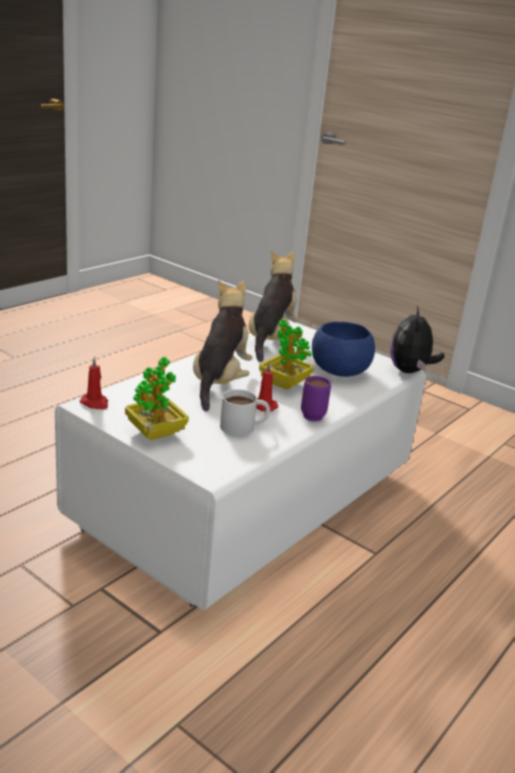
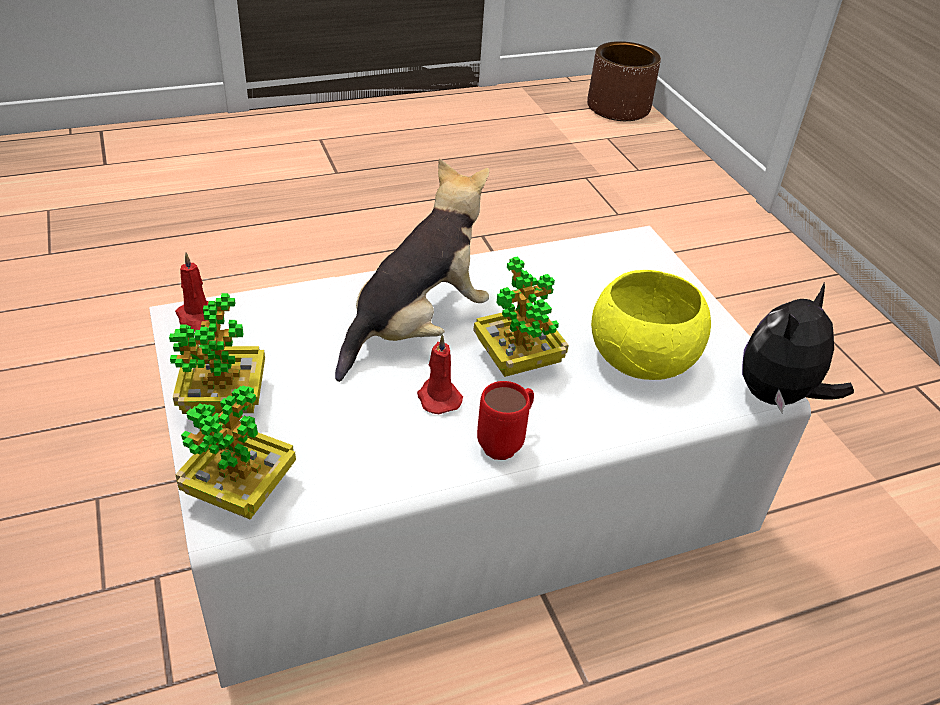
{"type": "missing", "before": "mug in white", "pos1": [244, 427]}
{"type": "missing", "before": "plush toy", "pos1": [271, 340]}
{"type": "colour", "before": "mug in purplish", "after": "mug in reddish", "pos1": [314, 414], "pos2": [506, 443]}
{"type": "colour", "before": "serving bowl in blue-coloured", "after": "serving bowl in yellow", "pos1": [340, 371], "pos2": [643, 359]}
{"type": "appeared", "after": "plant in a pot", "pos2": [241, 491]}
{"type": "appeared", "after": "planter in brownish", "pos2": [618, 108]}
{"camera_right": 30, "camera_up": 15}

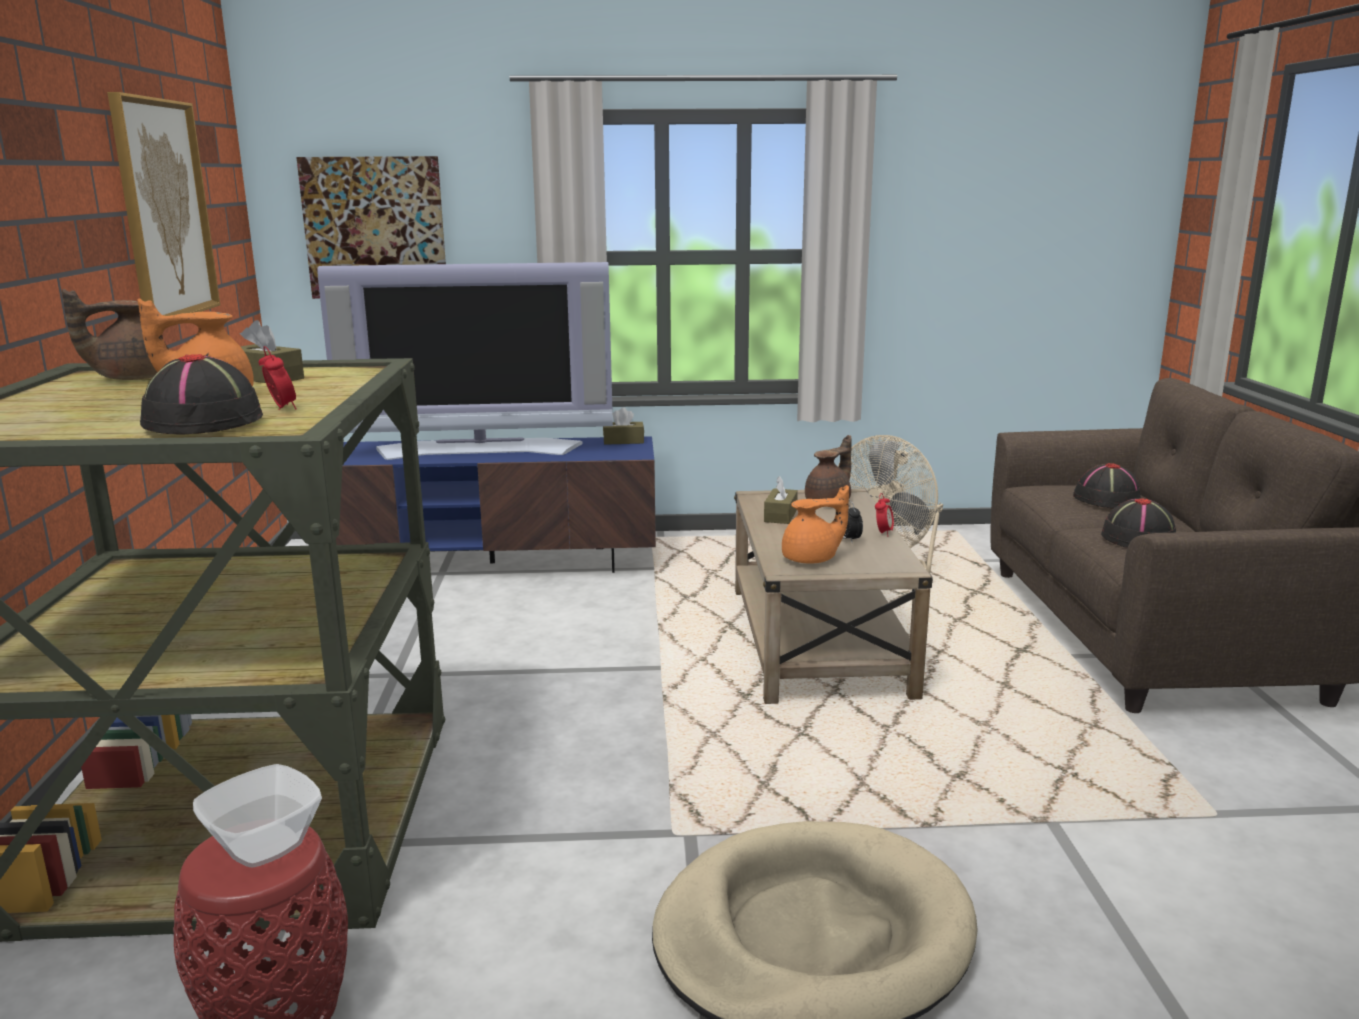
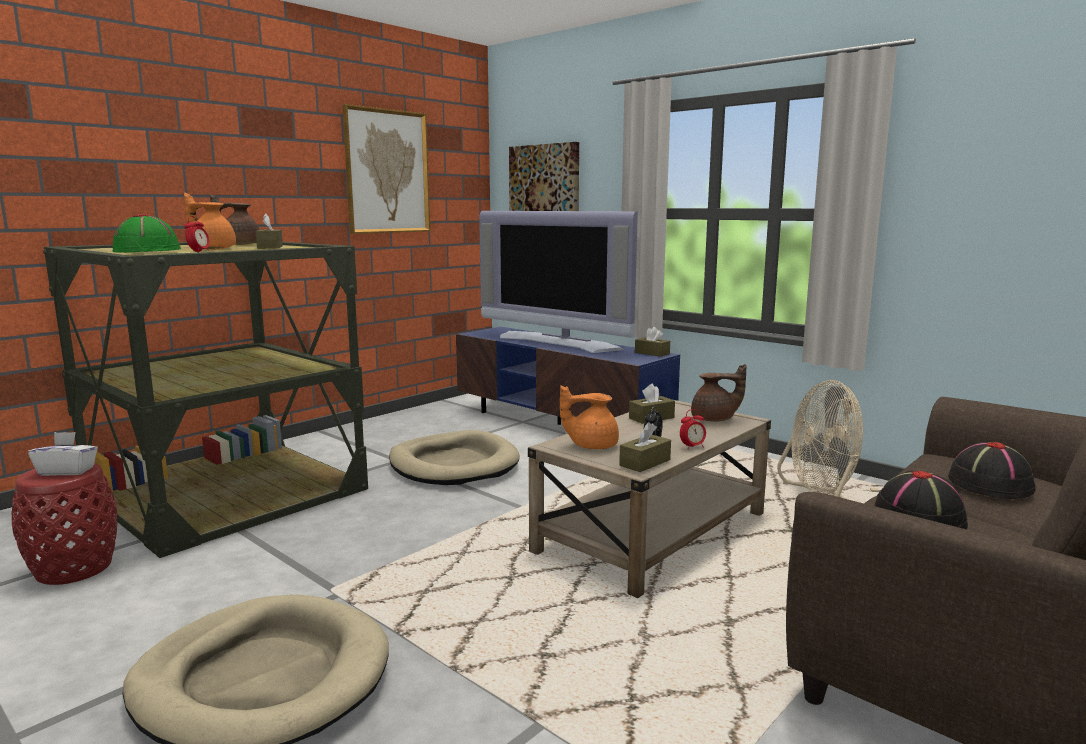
{"type": "colour", "before": "clothing hat in blackish", "after": "clothing hat in green", "pos1": [204, 421], "pos2": [147, 250]}
{"type": "exchanged", "before": "serving bowl", "after": "box of tissues in white", "pos1": [263, 847], "pos2": [67, 471]}
{"type": "spun", "before": "teapot in orangey", "pos1": [812, 559], "pos2": [591, 445], "turn": 150}
{"type": "appeared", "after": "dog bed in sand-coloured", "pos2": [454, 464]}
{"type": "appeared", "after": "box of tissues in brownish", "pos2": [645, 463]}
{"camera_right": 45, "camera_up": -5}

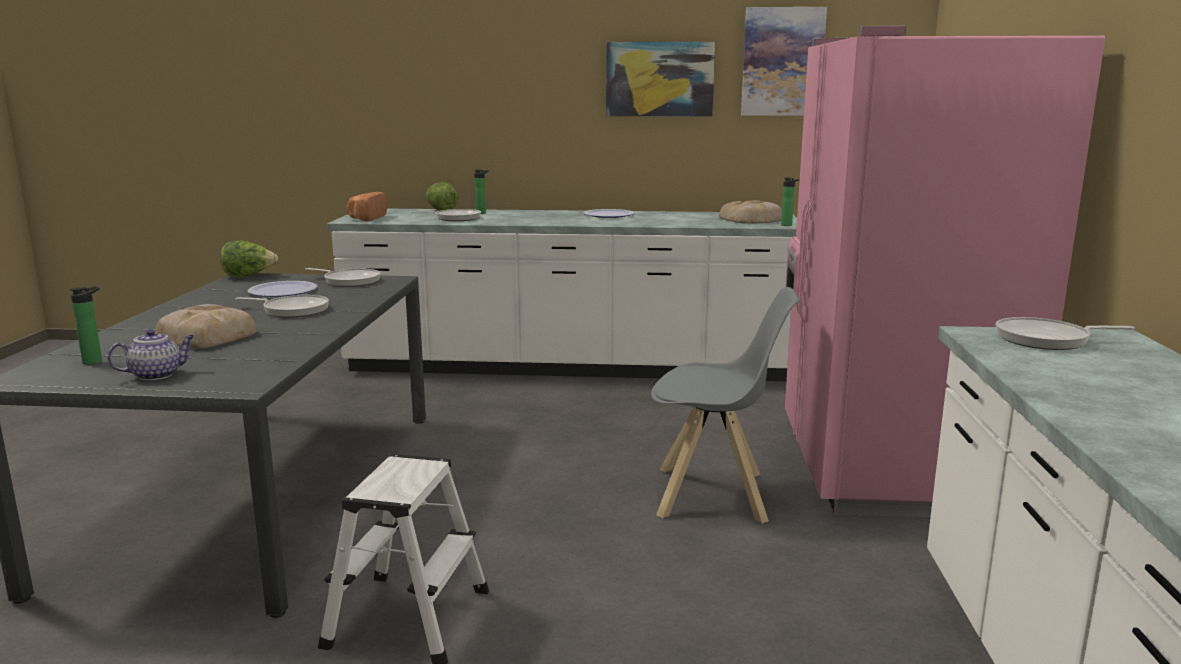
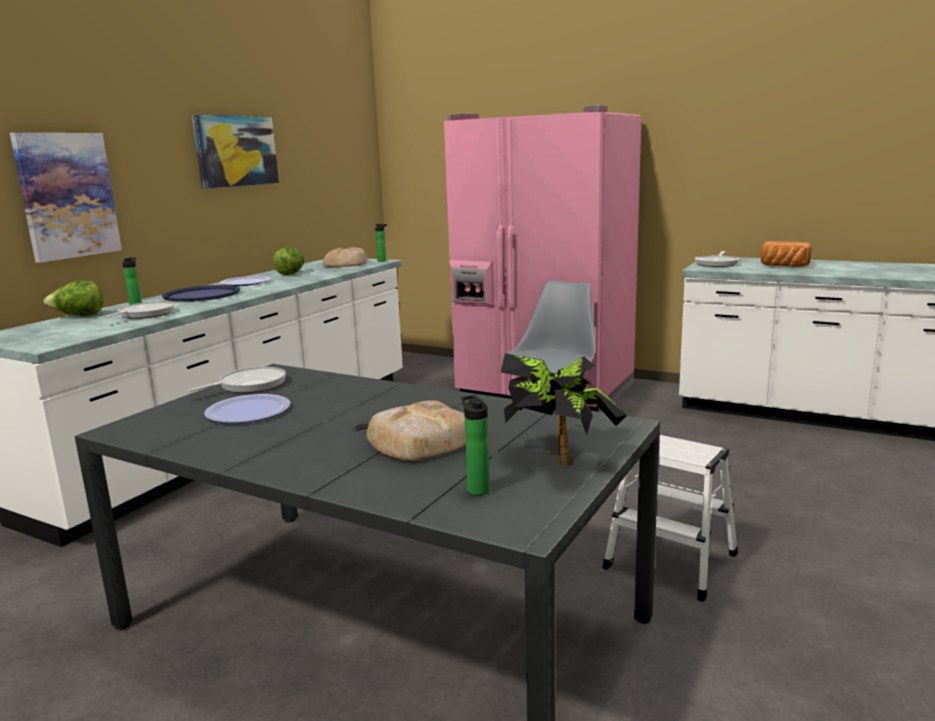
{"type": "exchanged", "before": "teapot", "after": "plant in a pot", "pos1": [157, 375], "pos2": [559, 457]}
{"type": "relocated", "before": "head of lettuce", "pos1": [249, 276], "pos2": [291, 274]}
{"type": "missing", "before": "frying pan", "pos1": [292, 310]}
{"type": "relocated", "before": "bread", "pos1": [366, 218], "pos2": [783, 266]}
{"type": "relocated", "before": "wall art", "pos1": [782, 62], "pos2": [67, 195]}
{"type": "appeared", "after": "tray in blue-coloured", "pos2": [202, 295]}
{"camera_right": -65, "camera_up": 0}

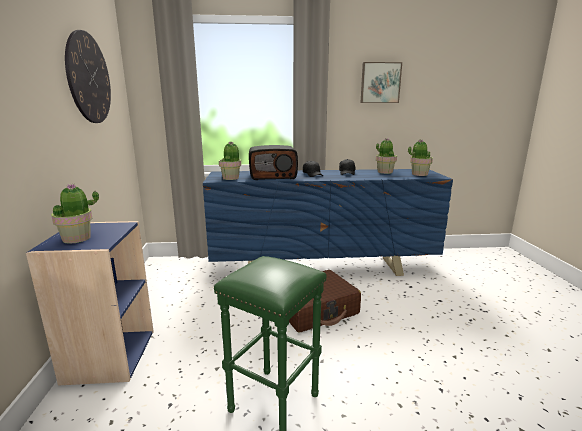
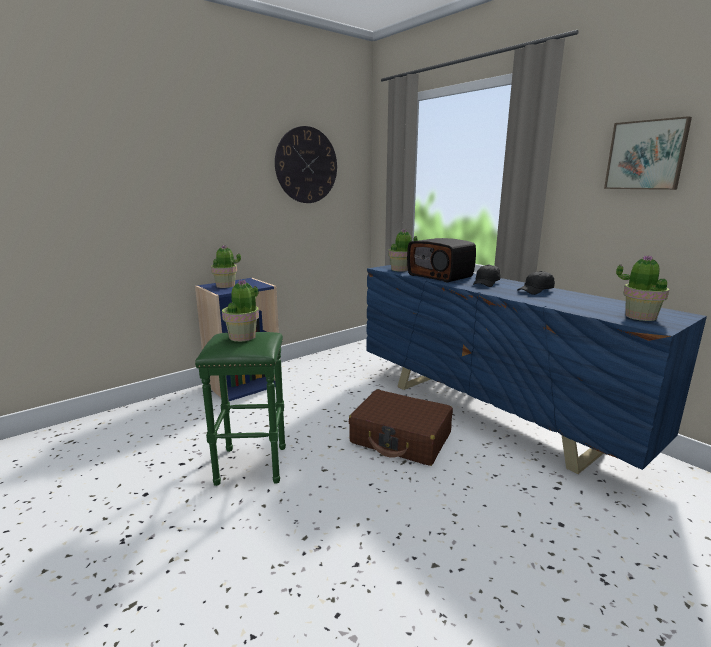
{"type": "relocated", "before": "plant in a pot", "pos1": [385, 172], "pos2": [243, 337]}
{"camera_right": 55, "camera_up": 0}

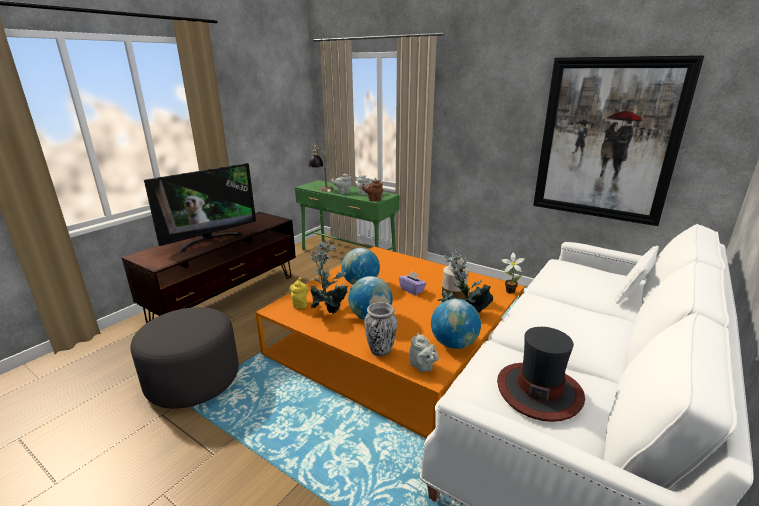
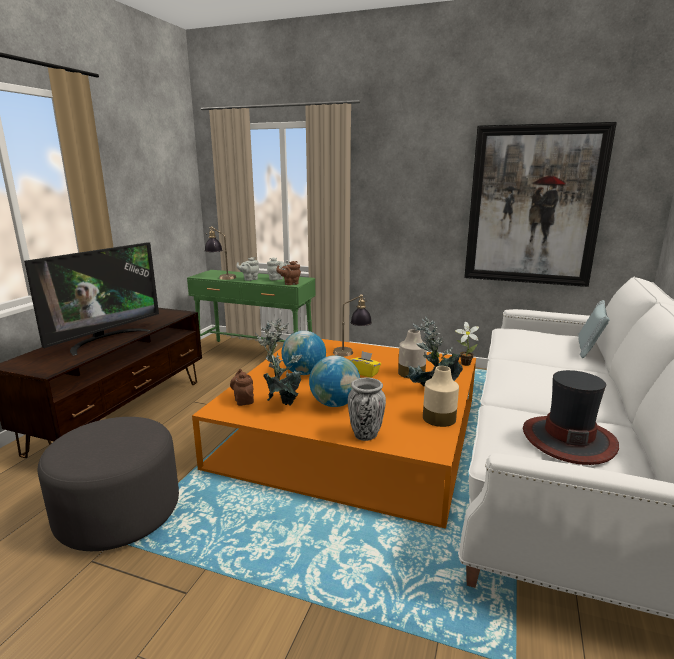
{"type": "colour", "before": "teapot in yellow", "after": "teapot in brownish", "pos1": [300, 303], "pos2": [243, 400]}
{"type": "colour", "before": "box of tissues in purplish", "after": "box of tissues in yellow", "pos1": [412, 290], "pos2": [365, 373]}
{"type": "missing", "before": "teapot in greyish", "pos1": [422, 367]}
{"type": "exchanged", "before": "desk globe", "after": "decorative vase in sand-coloured", "pos1": [454, 344], "pos2": [439, 418]}
{"type": "colour", "before": "cushion in white", "after": "cushion in blue-coloured", "pos1": [632, 293], "pos2": [589, 348]}
{"type": "appeared", "after": "lamp for a table", "pos2": [352, 352]}
{"camera_right": -15, "camera_up": -5}

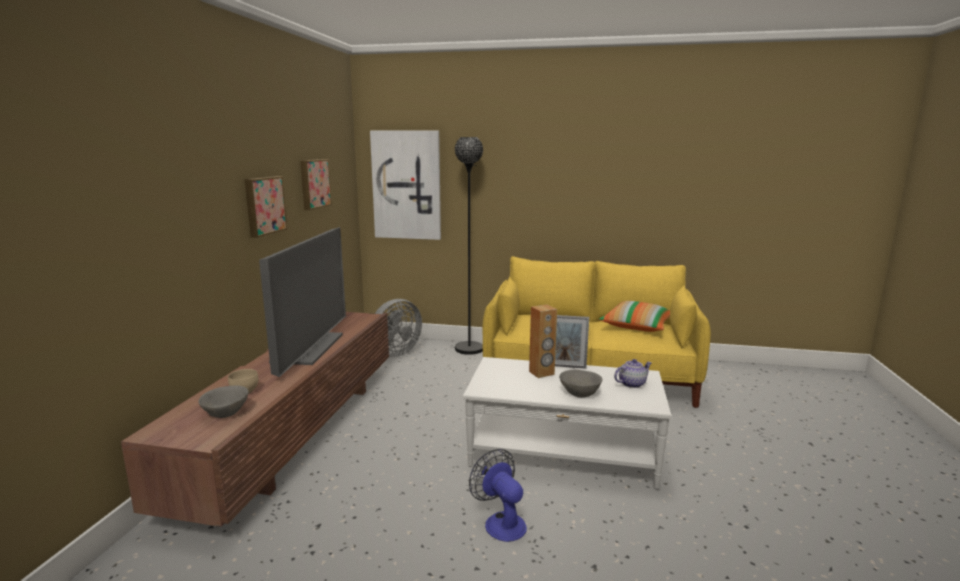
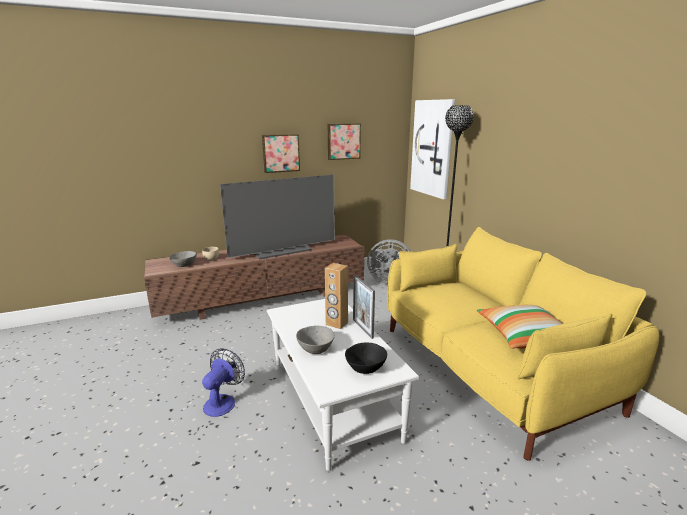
{"type": "exchanged", "before": "teapot", "after": "serving bowl in blackish", "pos1": [632, 384], "pos2": [365, 368]}
{"camera_right": 55, "camera_up": 5}

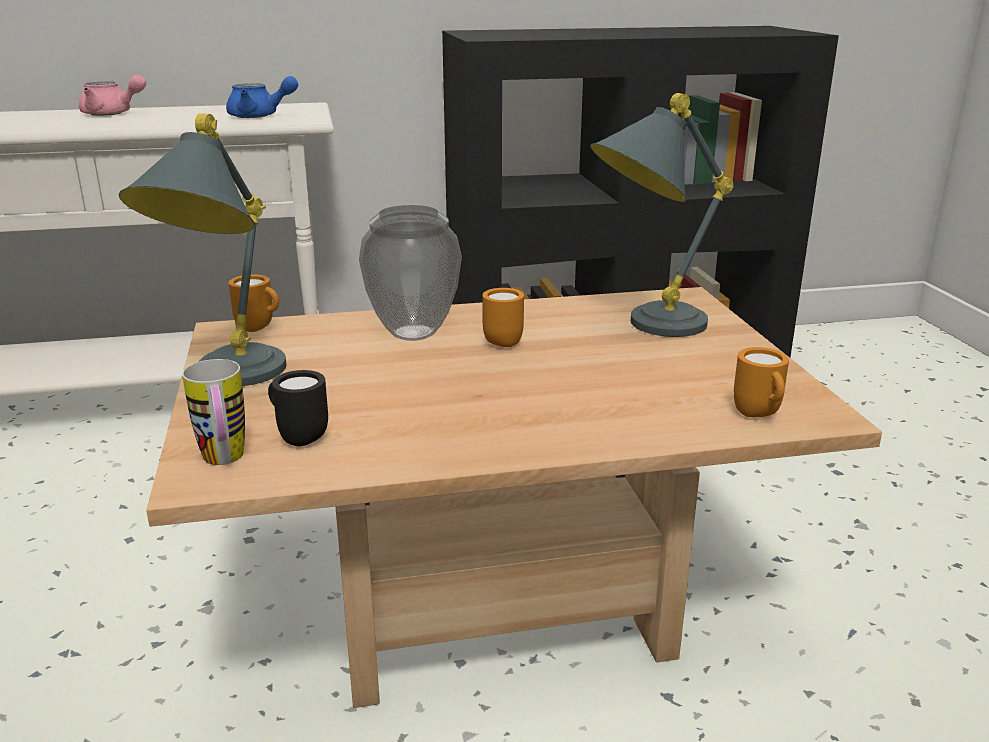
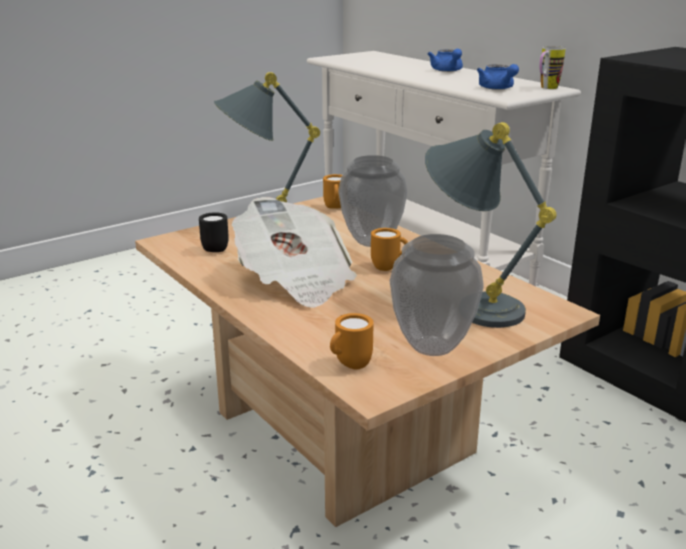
{"type": "colour", "before": "teapot in pink-coloured", "after": "teapot in blue-coloured", "pos1": [112, 114], "pos2": [447, 71]}
{"type": "relocated", "before": "mug", "pos1": [224, 462], "pos2": [546, 88]}
{"type": "appeared", "after": "printed paper", "pos2": [295, 281]}
{"type": "appeared", "after": "decorative vase", "pos2": [434, 348]}
{"camera_right": 65, "camera_up": 0}

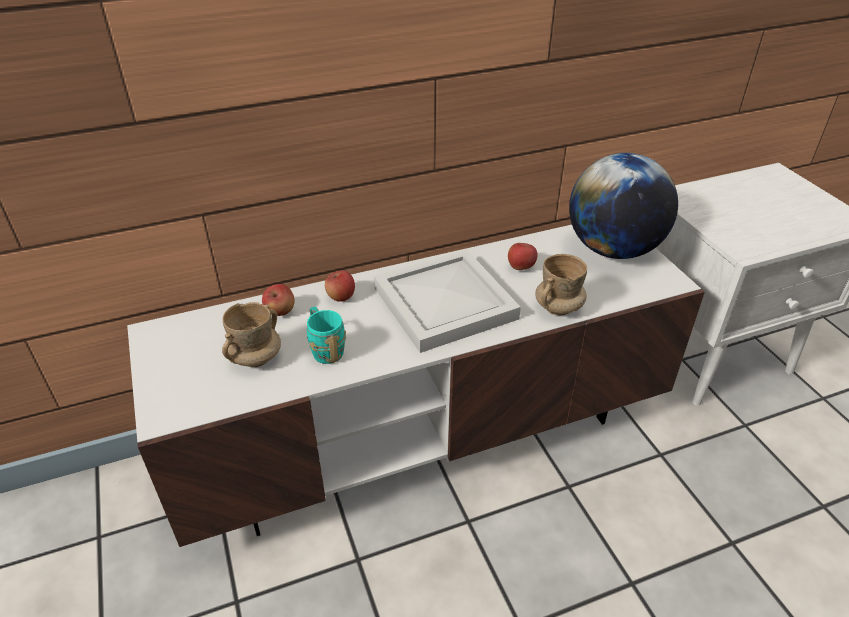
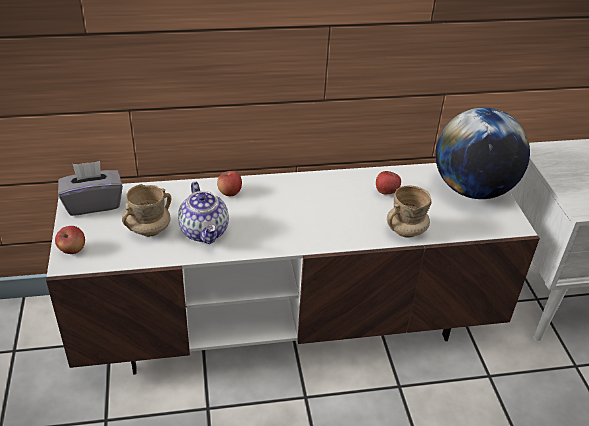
{"type": "relocated", "before": "apple", "pos1": [280, 311], "pos2": [72, 250]}
{"type": "exchanged", "before": "mug in turquoise", "after": "teapot", "pos1": [325, 349], "pos2": [205, 231]}
{"type": "missing", "before": "tray in white", "pos1": [444, 304]}
{"type": "appeared", "after": "box of tissues in greyish", "pos2": [93, 203]}
{"camera_right": 10, "camera_up": 0}

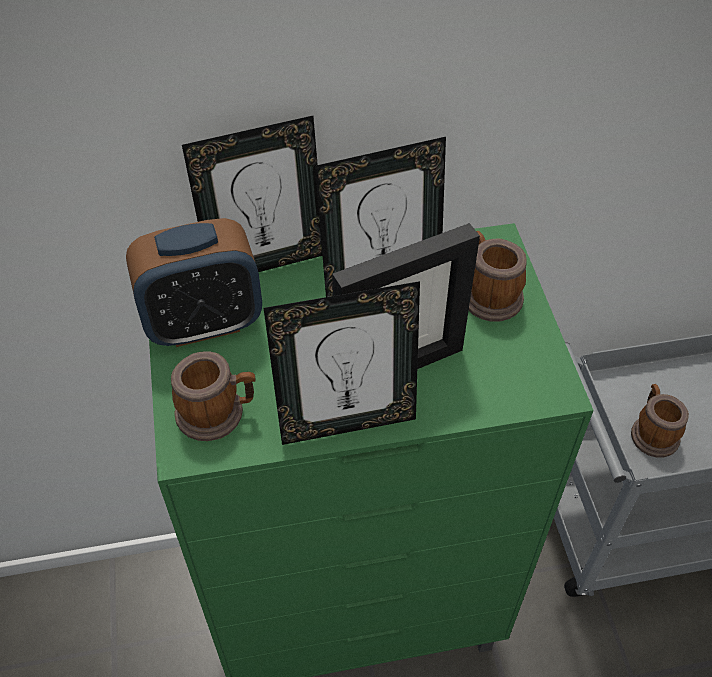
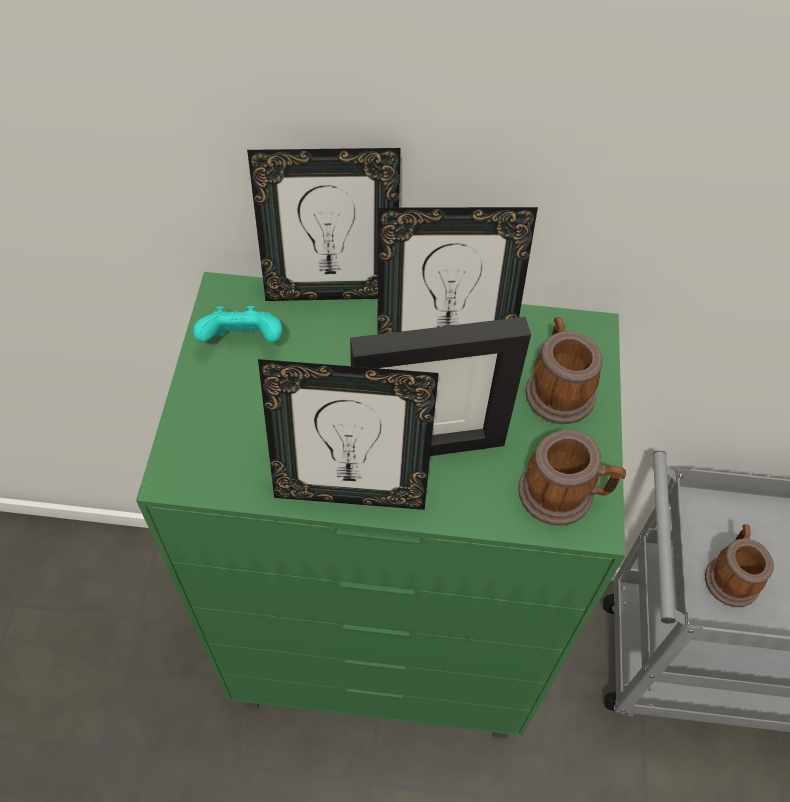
{"type": "exchanged", "before": "alarm clock", "after": "gamepad in turquoise", "pos1": [204, 323], "pos2": [243, 342]}
{"type": "relocated", "before": "mug", "pos1": [217, 412], "pos2": [564, 494]}
{"camera_right": 15, "camera_up": 5}

